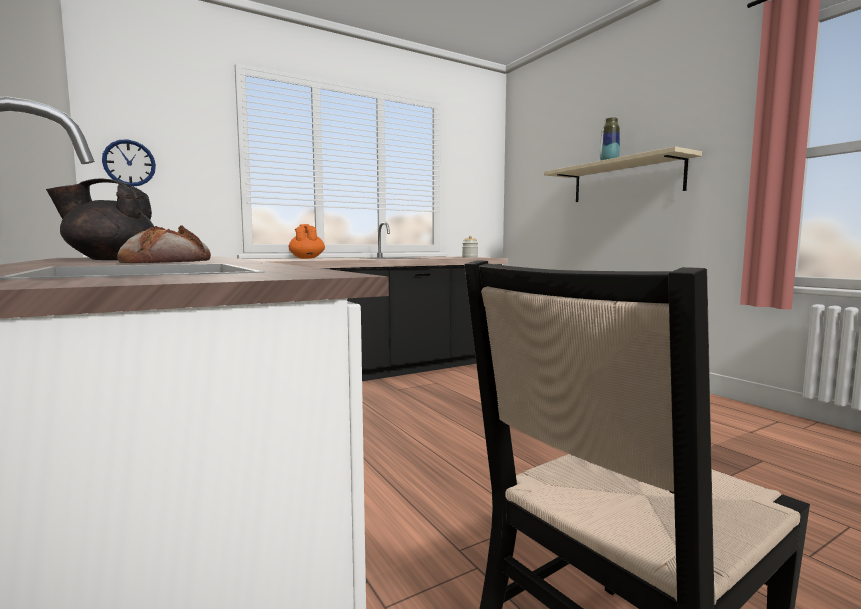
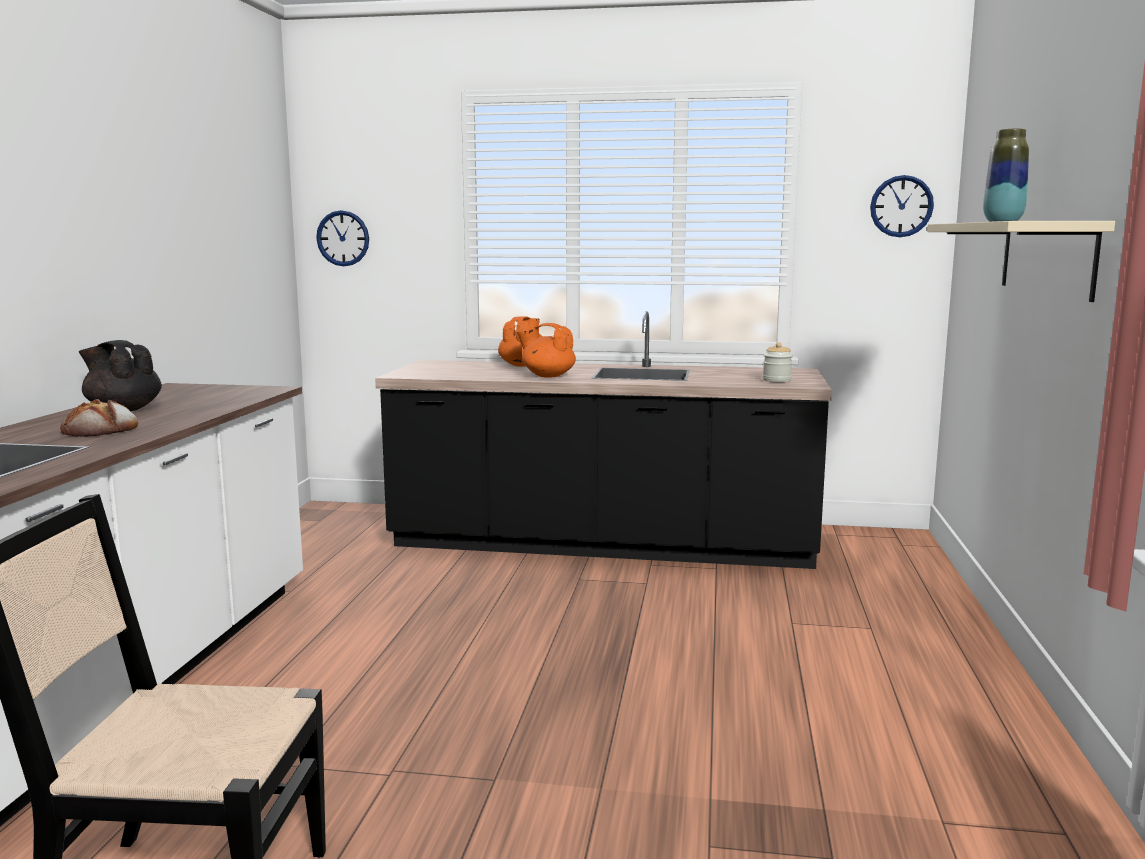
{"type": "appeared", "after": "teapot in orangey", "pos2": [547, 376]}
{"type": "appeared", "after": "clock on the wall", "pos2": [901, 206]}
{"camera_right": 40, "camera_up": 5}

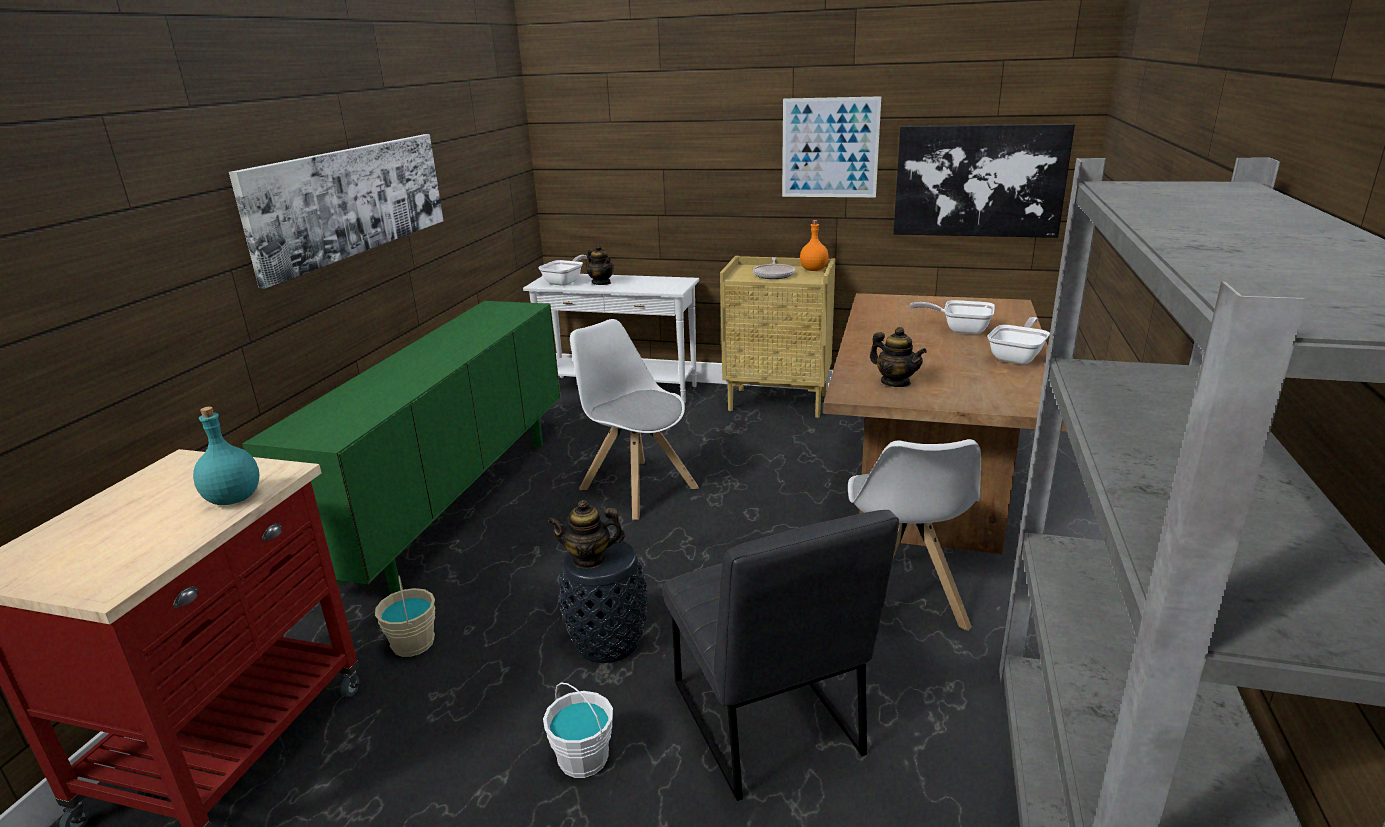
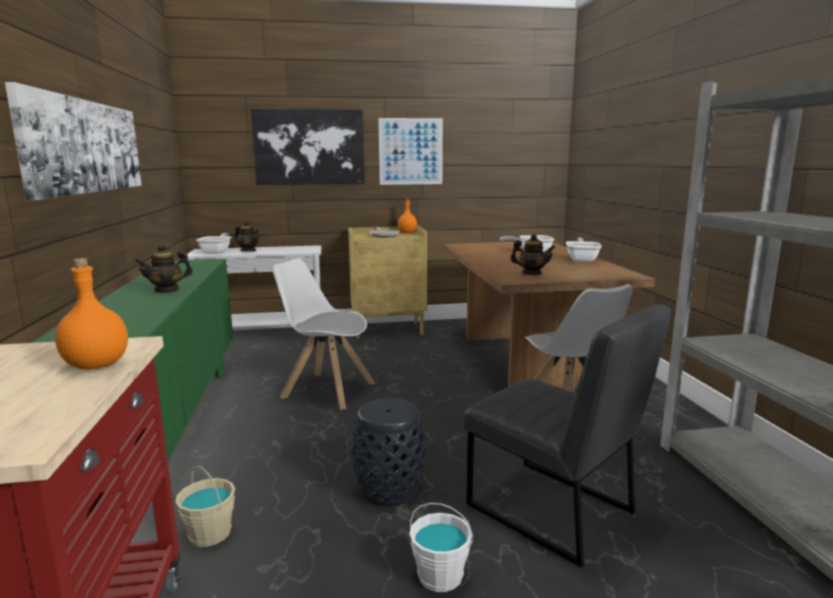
{"type": "colour", "before": "beverage bottle in turquoise", "after": "beverage bottle in orangey", "pos1": [233, 499], "pos2": [96, 365]}
{"type": "relocated", "before": "teapot", "pos1": [589, 559], "pos2": [167, 290]}
{"type": "relocated", "before": "wall art", "pos1": [979, 181], "pos2": [309, 147]}
{"camera_right": -25, "camera_up": -10}

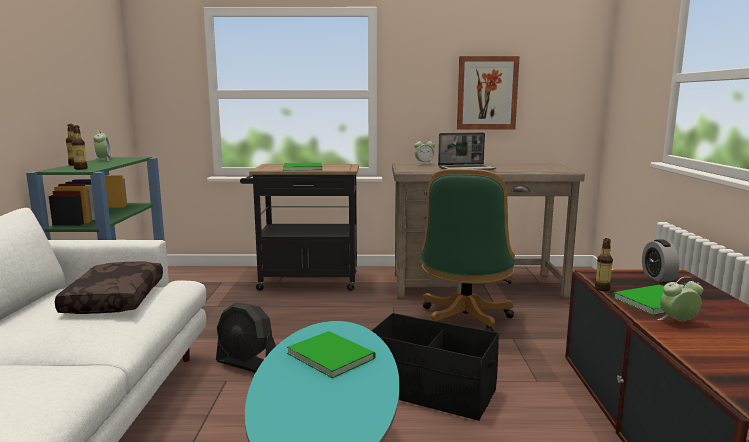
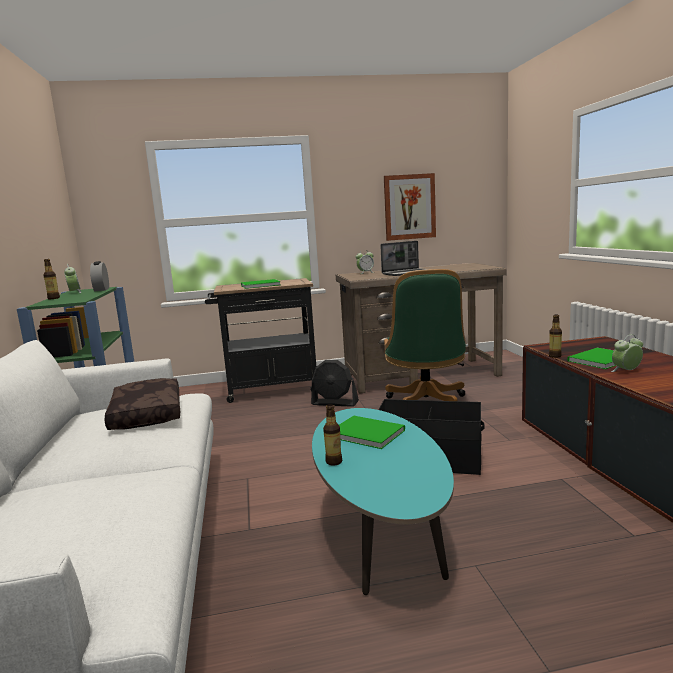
{"type": "relocated", "before": "beverage bottle", "pos1": [81, 168], "pos2": [334, 462]}
{"type": "relocated", "before": "fan in blackish", "pos1": [247, 364], "pos2": [335, 403]}
{"type": "relocated", "before": "alarm clock", "pos1": [658, 277], "pos2": [101, 289]}
{"camera_right": -10, "camera_up": 0}

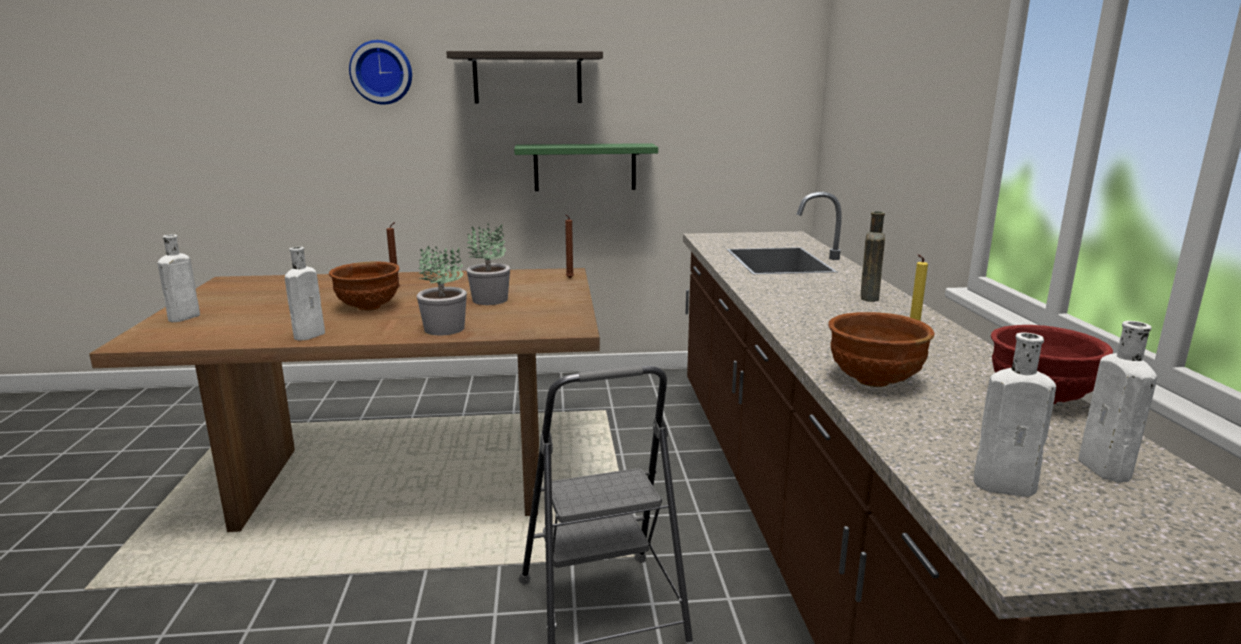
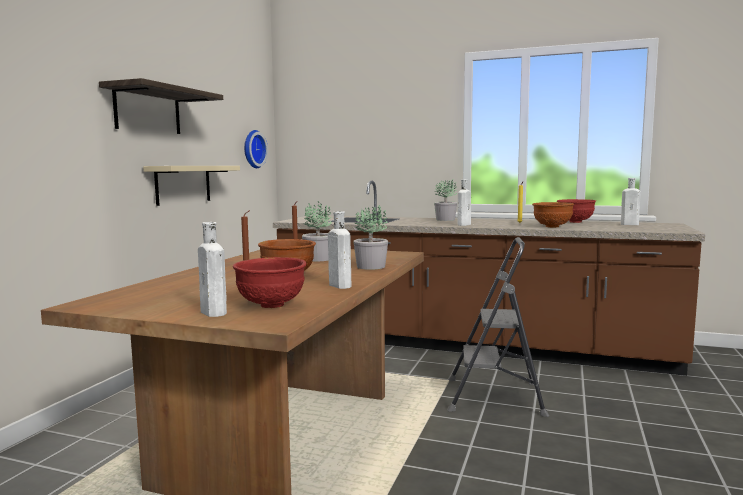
{"type": "relocated", "before": "clock on the wall", "pos1": [382, 72], "pos2": [252, 149]}
{"type": "colour", "before": "shelf in green", "after": "shelf in sand-coloured", "pos1": [585, 167], "pos2": [183, 184]}
{"type": "exchanged", "before": "beverage bottle in brownish", "after": "plant in a pot", "pos1": [869, 296], "pos2": [446, 219]}
{"type": "relocated", "before": "beverage bottle in white", "pos1": [1009, 486], "pos2": [464, 224]}
{"type": "appeared", "after": "serving bowl in reddish", "pos2": [271, 305]}
{"camera_right": -65, "camera_up": -10}

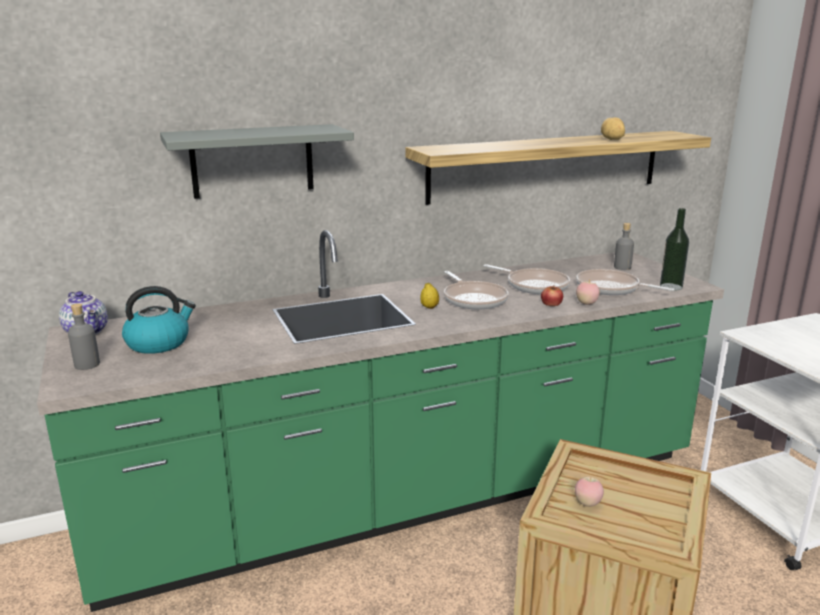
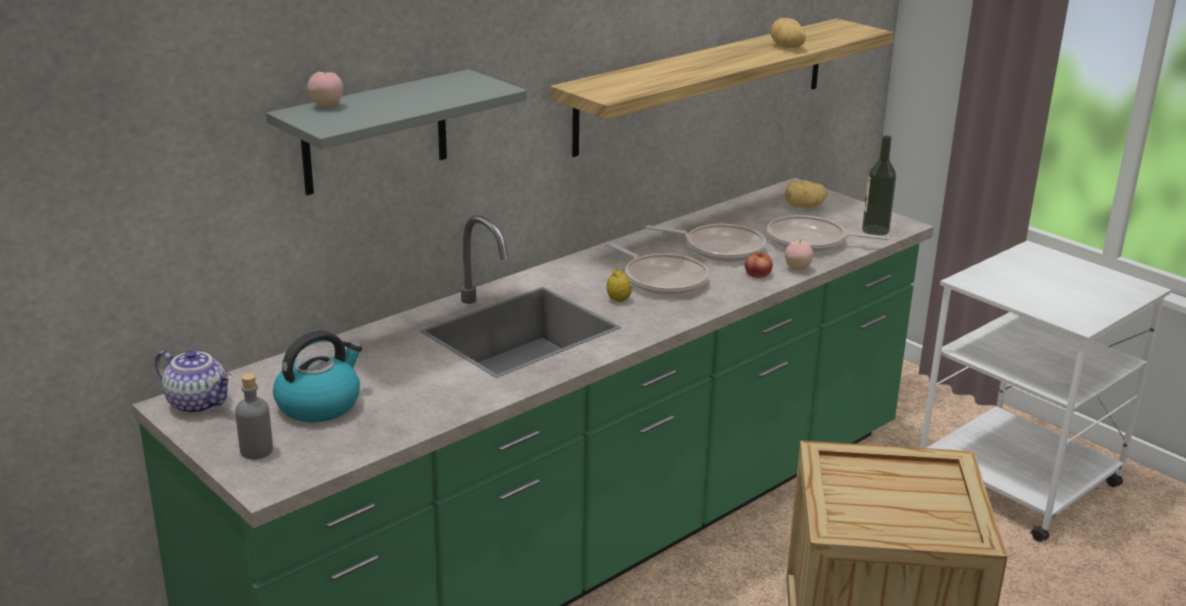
{"type": "relocated", "before": "apple", "pos1": [587, 504], "pos2": [326, 106]}
{"type": "exchanged", "before": "beverage bottle in greyish", "after": "spud", "pos1": [622, 267], "pos2": [804, 207]}
{"camera_right": -20, "camera_up": 5}

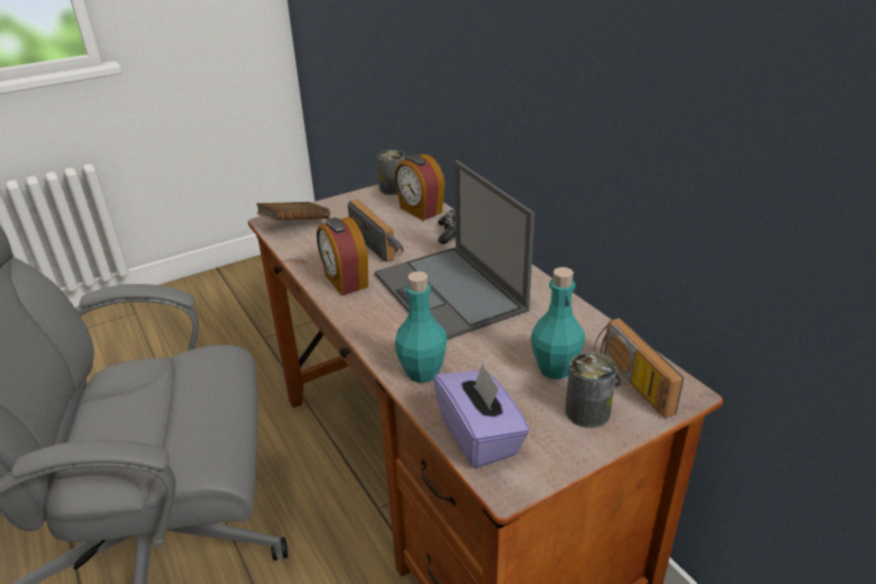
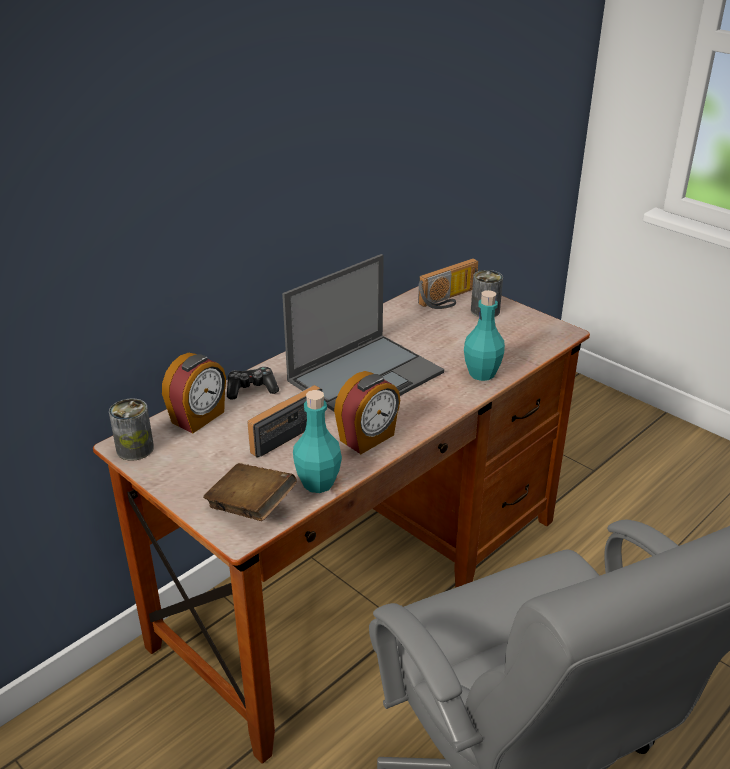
{"type": "missing", "before": "box of tissues in purplish", "pos1": [480, 436]}
{"type": "relocated", "before": "beverage bottle in turquoise", "pos1": [555, 368], "pos2": [318, 483]}
{"camera_right": -105, "camera_up": 0}

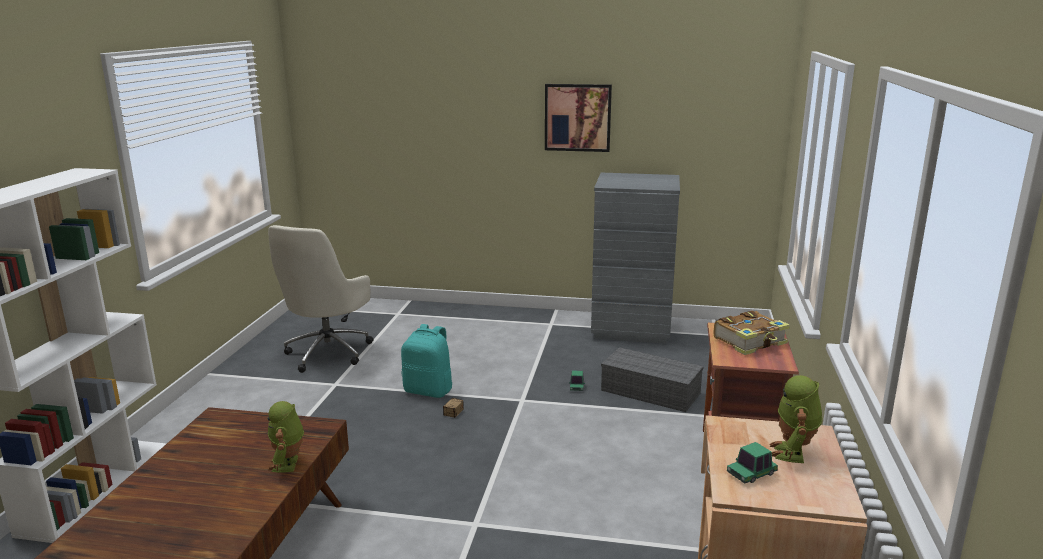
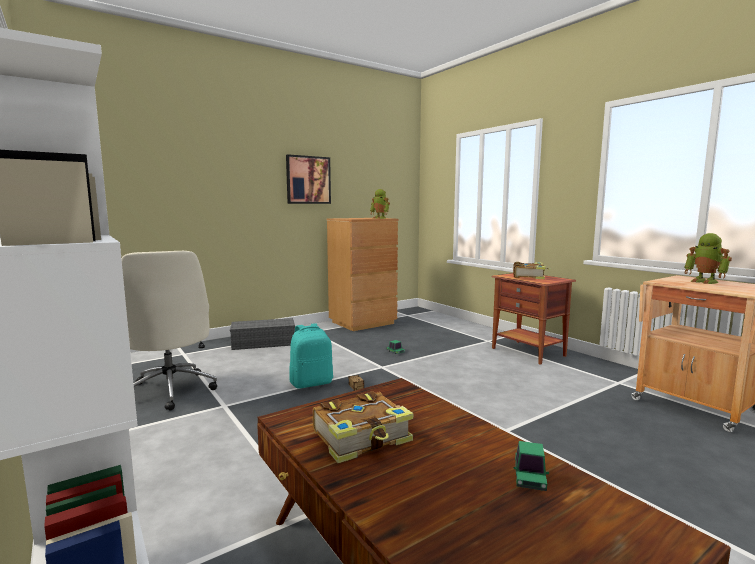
{"type": "relocated", "before": "robot figure", "pos1": [288, 464], "pos2": [380, 218]}
{"type": "colour", "before": "chest of drawers in greyish", "after": "chest of drawers in brownish", "pos1": [632, 328], "pos2": [362, 322]}
{"type": "relocated", "before": "storage bin in greyish", "pos1": [652, 391], "pos2": [264, 342]}
{"type": "relocated", "before": "toy car", "pos1": [751, 474], "pos2": [529, 477]}
{"type": "appeared", "after": "volume", "pos2": [363, 437]}
{"camera_right": -45, "camera_up": -10}

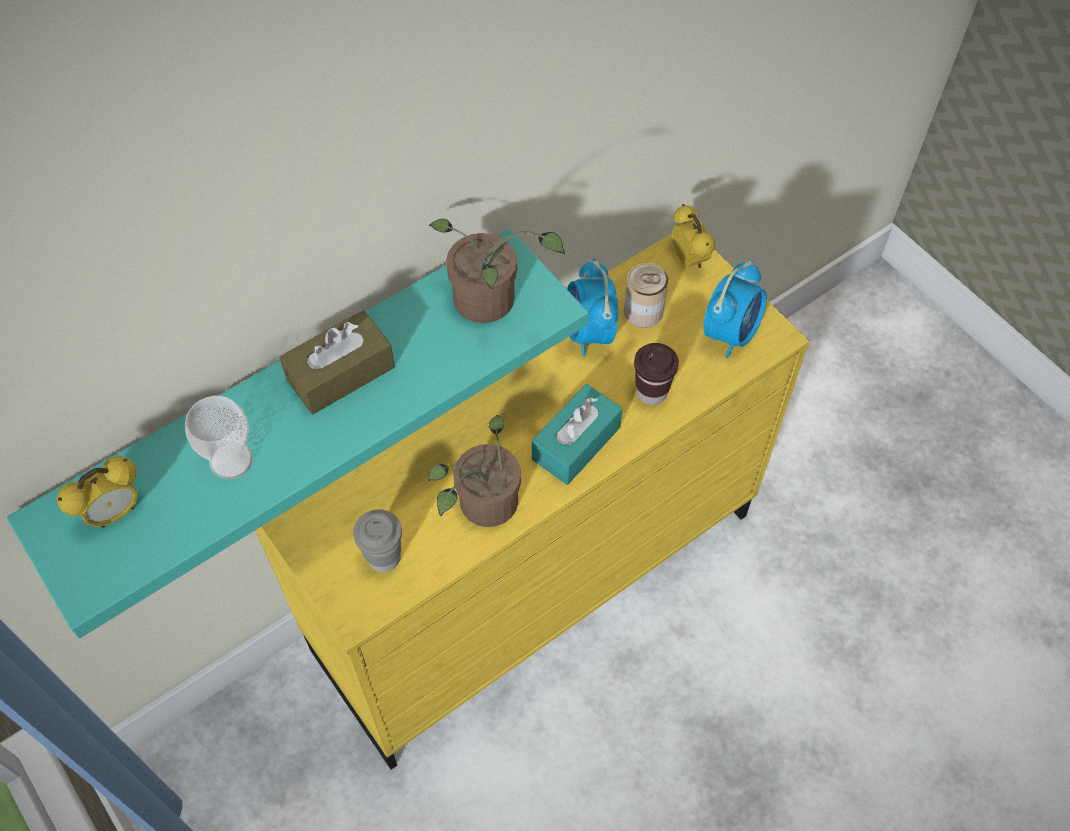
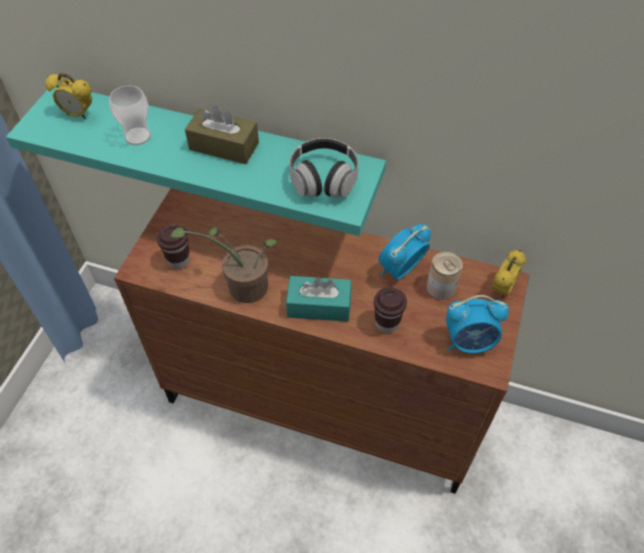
{"type": "colour", "before": "chest of drawers in yellow", "after": "chest of drawers in brownish", "pos1": [533, 578], "pos2": [323, 401]}
{"type": "colour", "before": "small cup in greyish", "after": "small cup in brownish", "pos1": [384, 557], "pos2": [179, 261]}
{"type": "exchanged", "before": "plant in a pot", "after": "headset", "pos1": [490, 304], "pos2": [323, 180]}
{"camera_right": 55, "camera_up": -5}

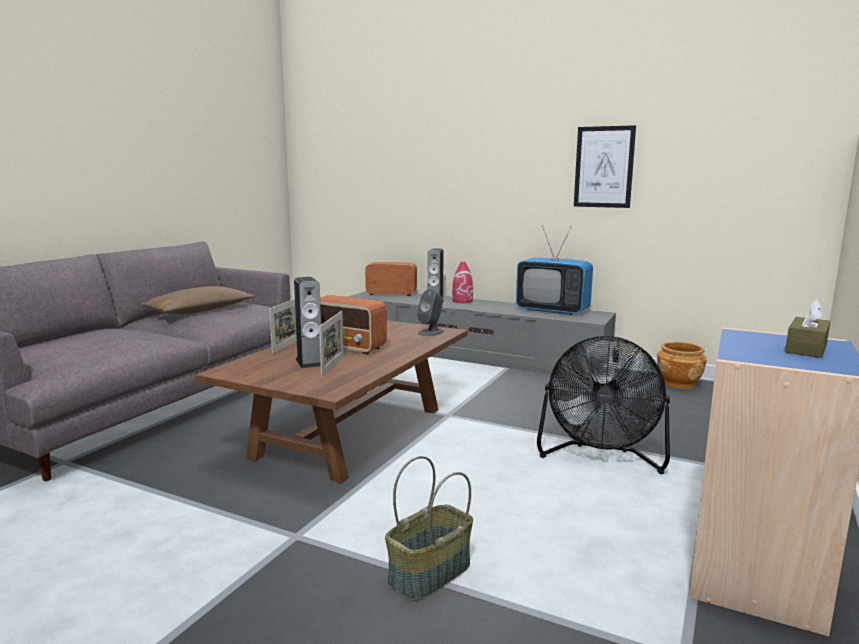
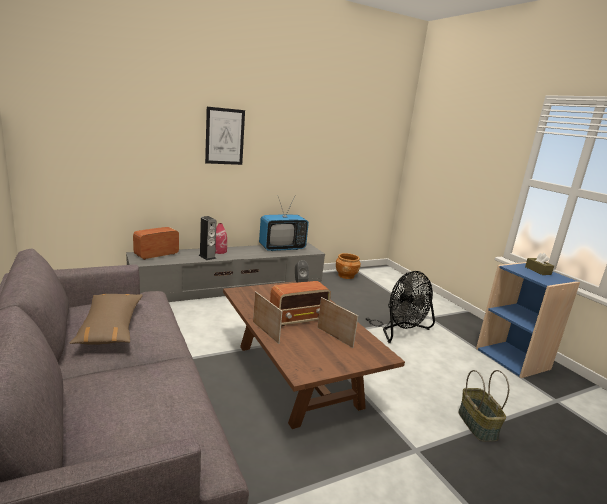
{"type": "missing", "before": "audio speaker", "pos1": [309, 362]}
{"type": "relocated", "before": "wall art", "pos1": [604, 167], "pos2": [225, 136]}
{"camera_right": -55, "camera_up": 5}

